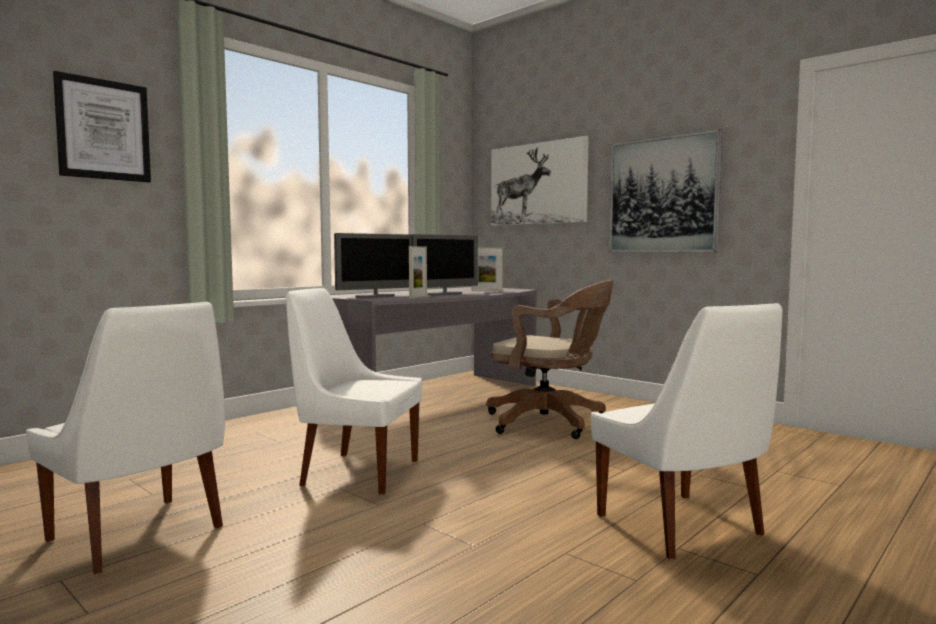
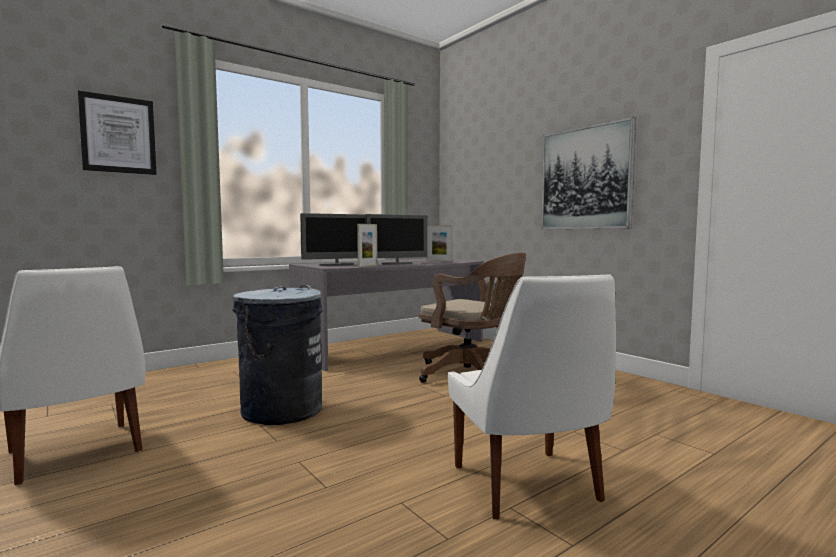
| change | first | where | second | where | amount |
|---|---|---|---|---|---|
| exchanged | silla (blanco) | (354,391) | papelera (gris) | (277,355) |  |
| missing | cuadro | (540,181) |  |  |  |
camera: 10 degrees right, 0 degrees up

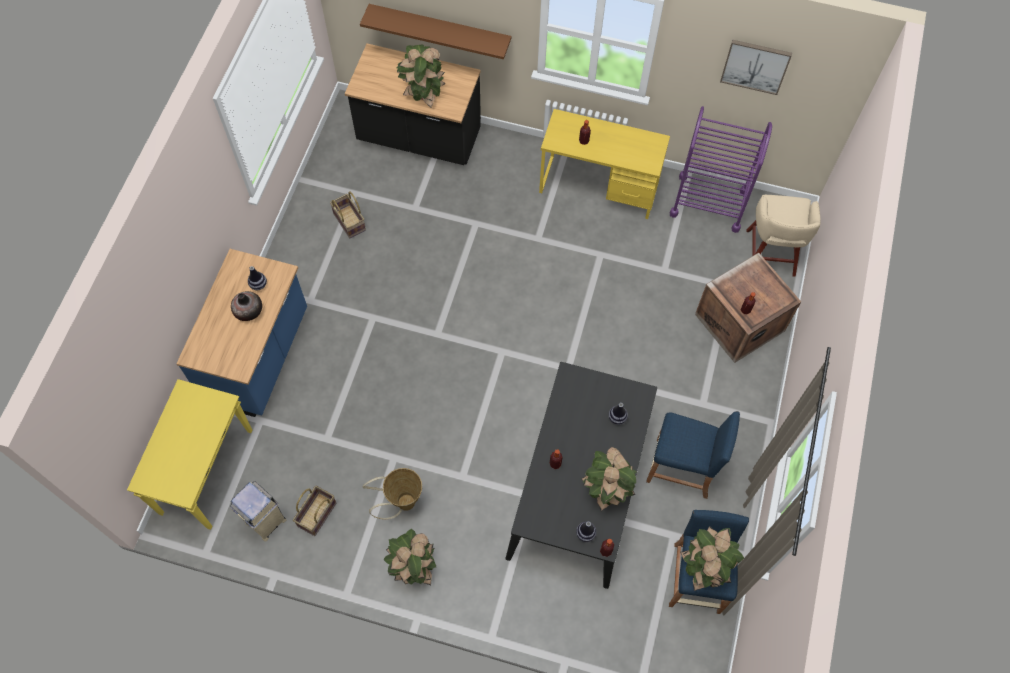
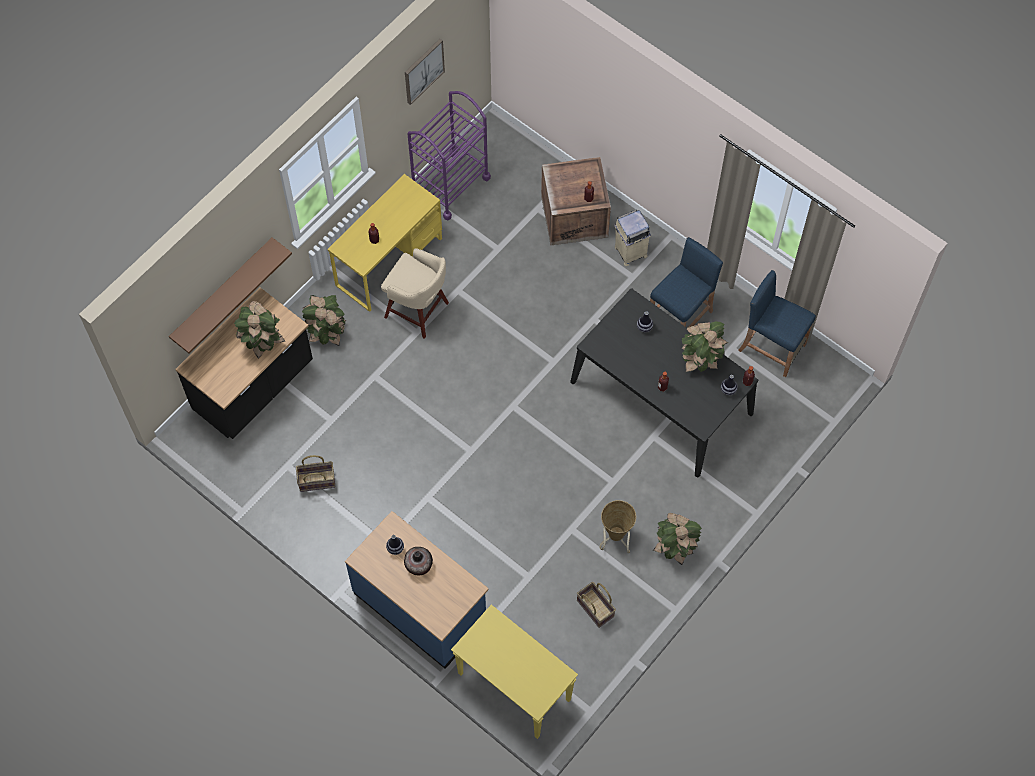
| change | first | where | second | where | amount |
|---|---|---|---|---|---|
| relocated | papelera (beis) | (258,511) |  | (632,238) |  |
| relocated | planta en maceta | (712,558) |  | (324,320) |  |
| relocated | taburete (beis) | (783,236) |  | (415,293) |  |
camera: 65 degrees left, 0 degrees up

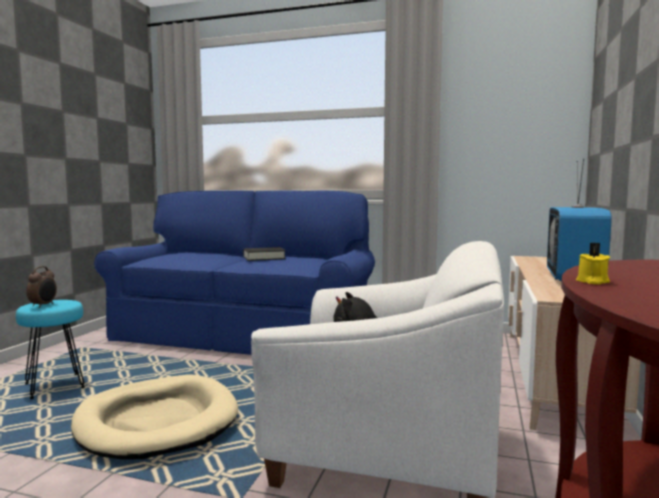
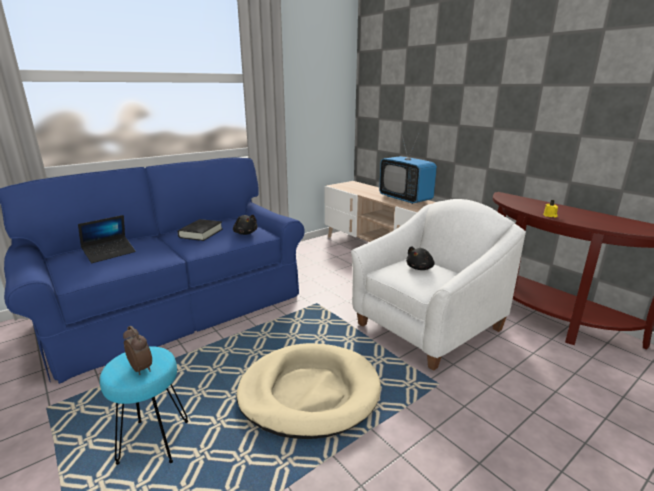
| change | first | where | second | where | amount |
|---|---|---|---|---|---|
| appeared |  |  | portátil | (107,239) |  |
| appeared |  |  | peluche (negro) | (245,225) |  |
camera: 55 degrees left, 15 degrees up

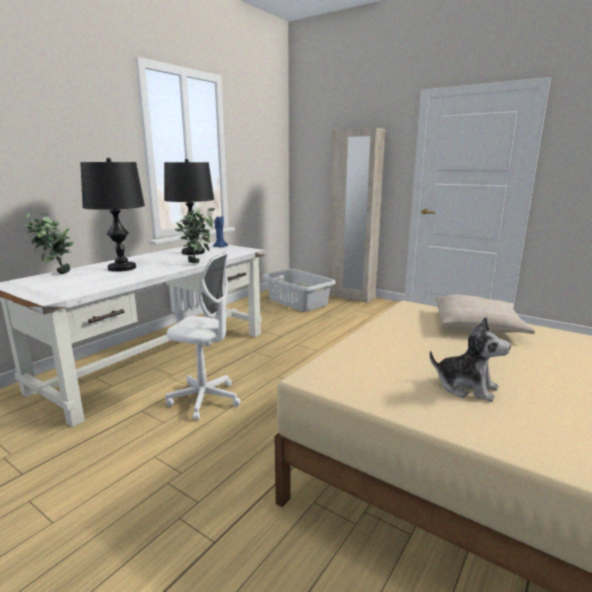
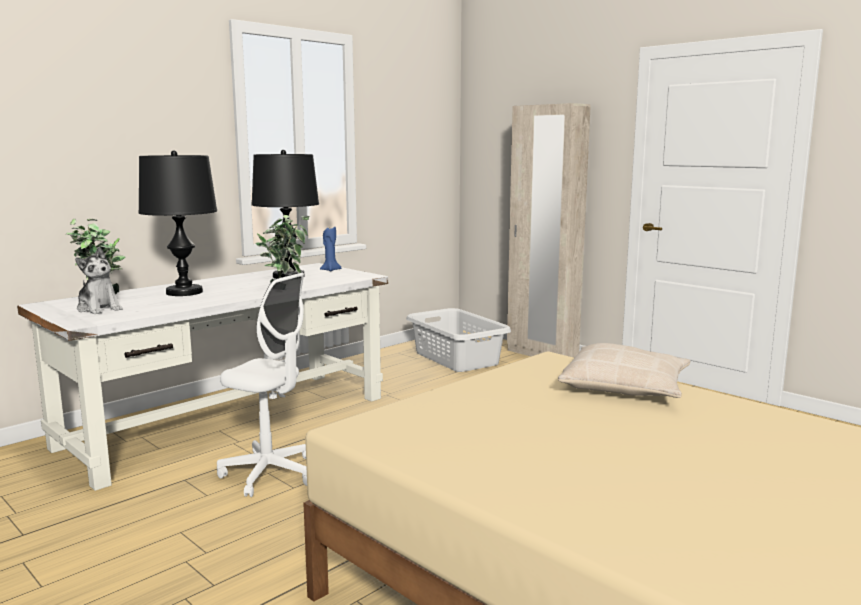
| change | first | where | second | where | amount |
|---|---|---|---|---|---|
| relocated | peluche | (470,359) |  | (99,280) |  |
camera: 10 degrees right, 5 degrees down

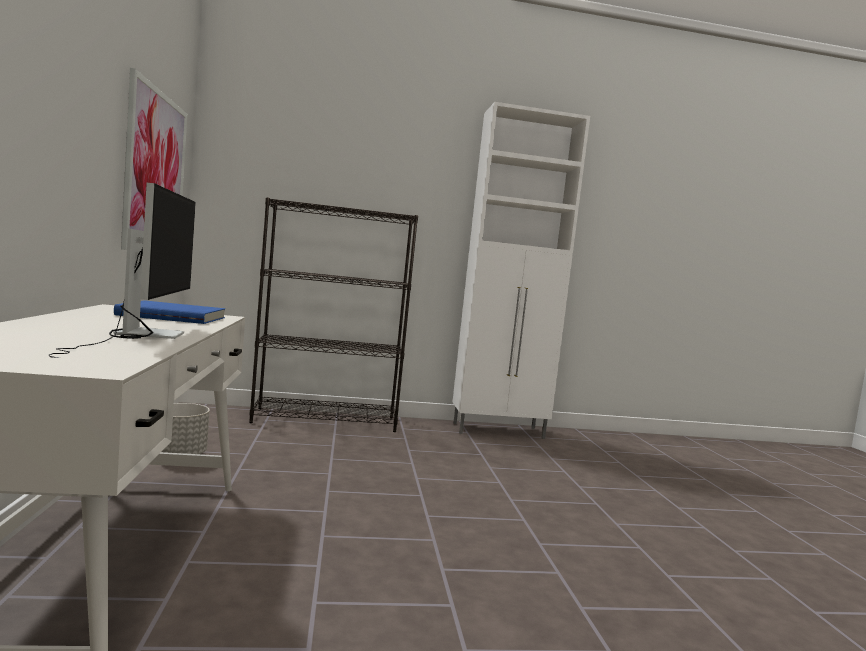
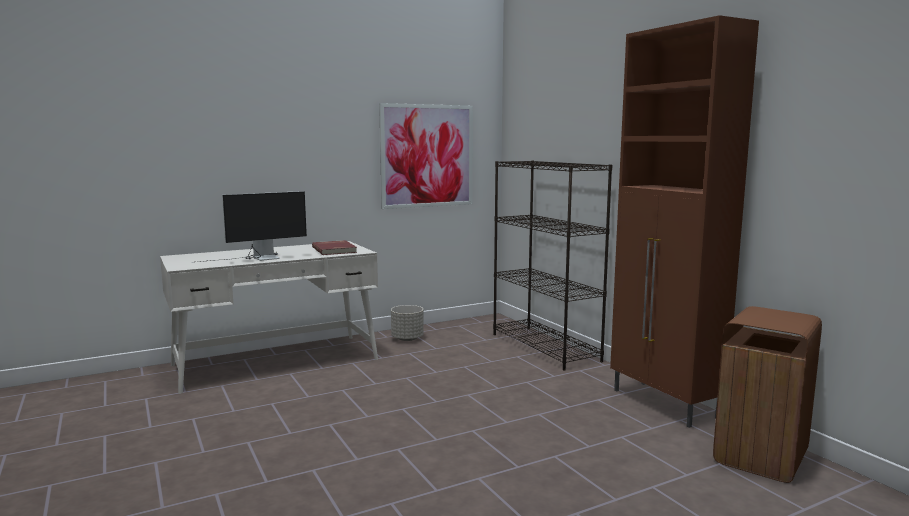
| change | first | where | second | where | amount |
|---|---|---|---|---|---|
| colour | libro (azul) | (169,312) | libro (rojo) | (334,247) |  |
| colour | armario (blanco) | (521,270) | armario (marrón) | (684,221) |  |
| appeared |  |  | papelera (marrón) | (767,394) |  |
camera: 70 degrees right, 5 degrees up

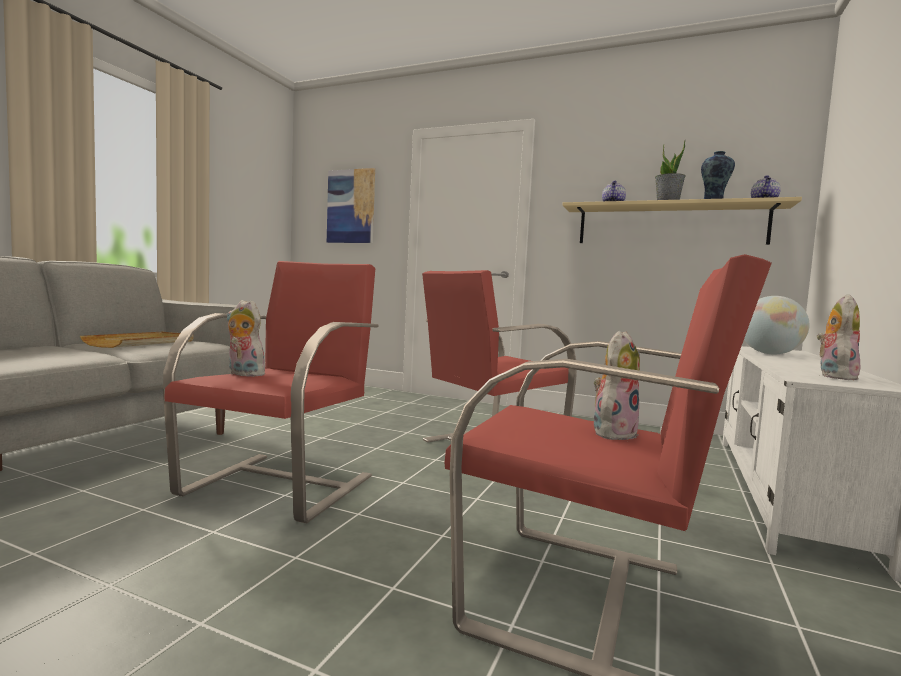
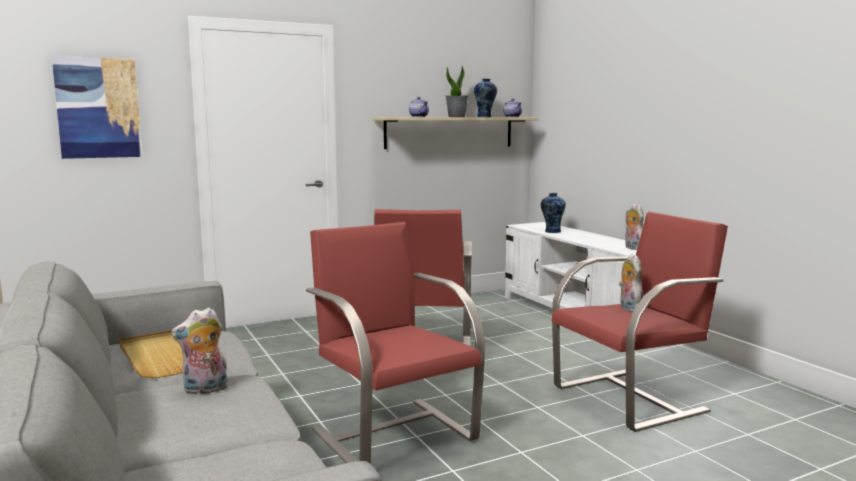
| change | first | where | second | where | amount |
|---|---|---|---|---|---|
| relocated | peluche | (246,338) |  | (199,351) |  |
| exchanged | globo terráqueo | (777,325) | florero | (553,213) |  |
camera: 50 degrees left, 5 degrees up

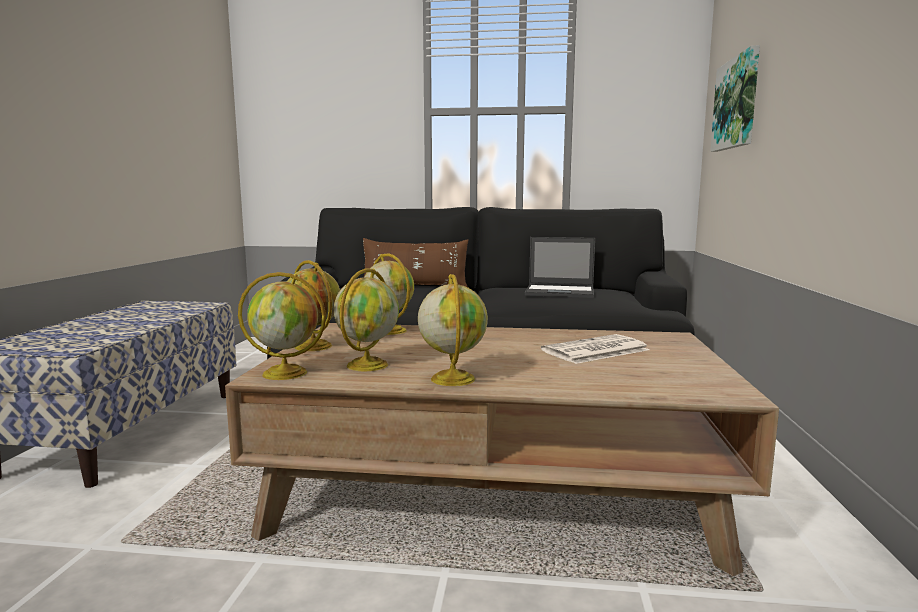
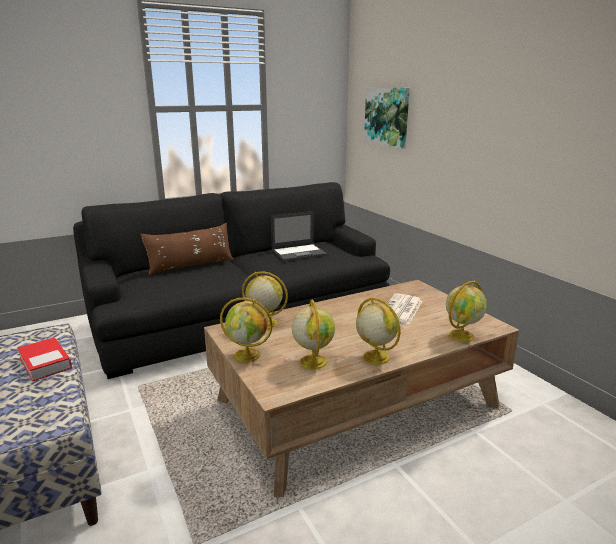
| change | first | where | second | where | amount |
|---|---|---|---|---|---|
| relocated | globo terráqueo | (282,326) |  | (466,311) |  |
| appeared |  |  | libro | (44,359) |  |
camera: 35 degrees left, 10 degrees up

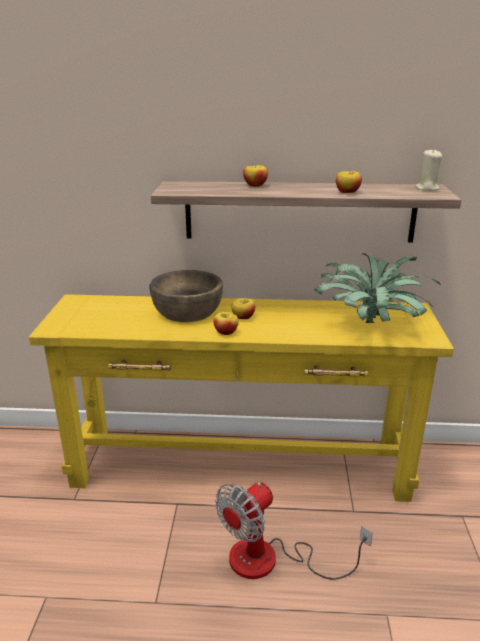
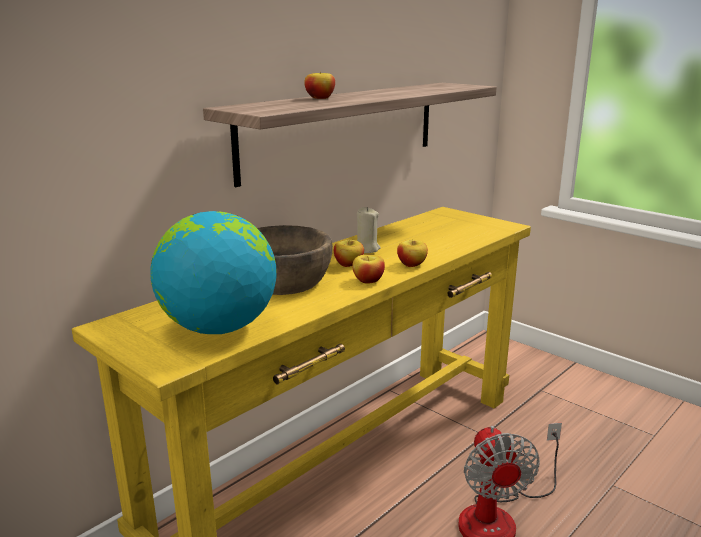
| change | first | where | second | where | amount |
|---|---|---|---|---|---|
| missing | planta en maceta | (377,288) |  |  |  |
| relocated | manzana | (349,182) |  | (412,253) |  |
| relocated | vela (beis) | (428,170) |  | (368,230) |  |
| appeared |  |  | globo terráqueo | (213,272) |  |
camera: 50 degrees left, 5 degrees down

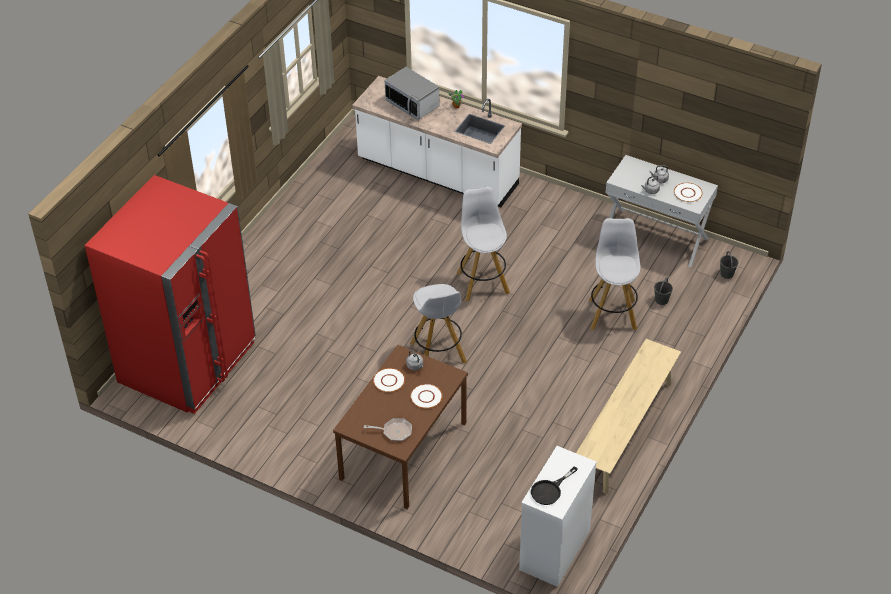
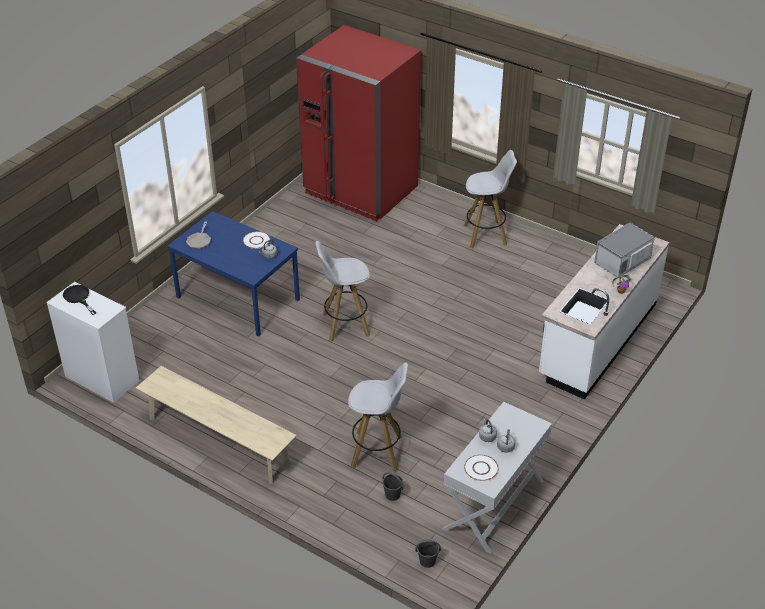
| change | first | where | second | where | amount |
|---|---|---|---|---|---|
| colour | mesa de comedor (marrón) | (400,427) | mesa de comedor (azul) | (233,274) |  |
| missing | plato (blanco) | (426,396) |  |  |  |
| relocated | taburete (blanco) | (483,244) |  | (490,199) |  |
camera: 95 degrees right, 5 degrees down

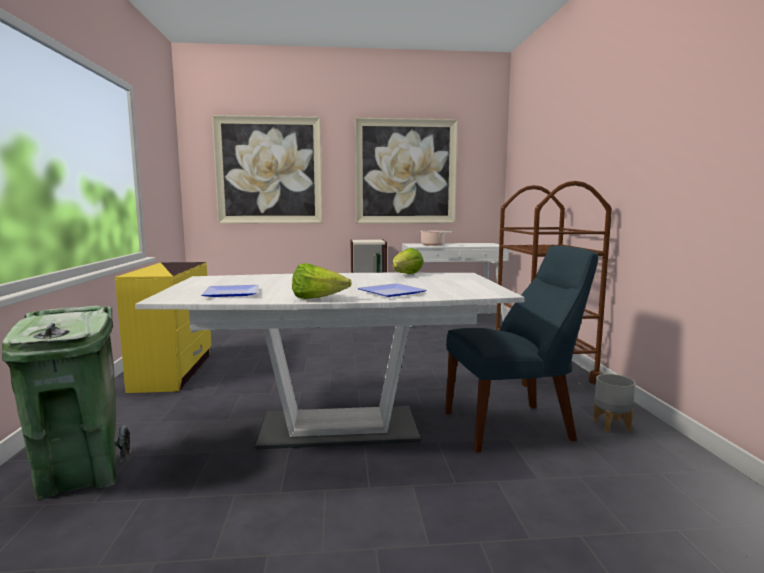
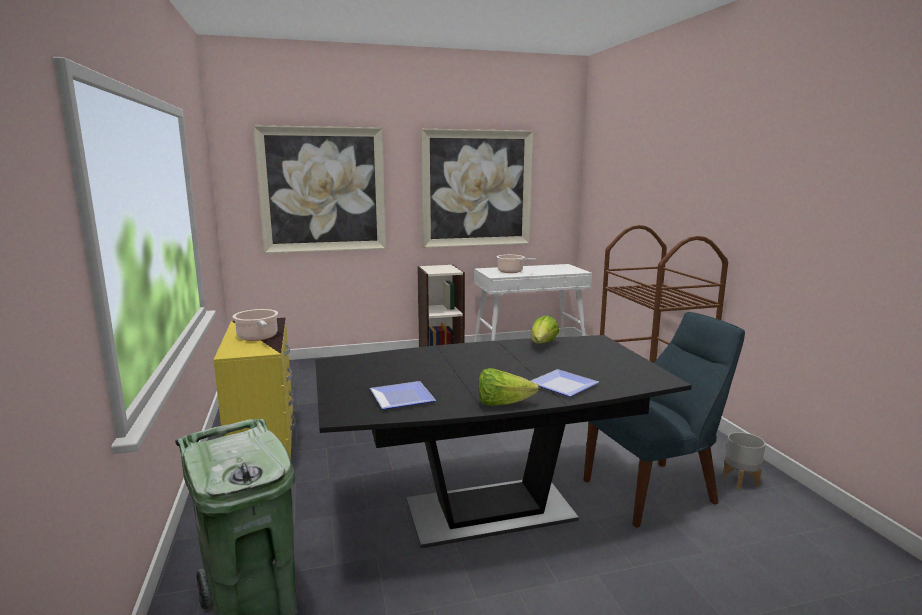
| change | first | where | second | where | amount |
|---|---|---|---|---|---|
| colour | mesa de comedor (blanco) | (330,361) | mesa de comedor (negro) | (503,441) |  |
| appeared |  |  | olla | (255,325) |  |
camera: 10 degrees left, 5 degrees up

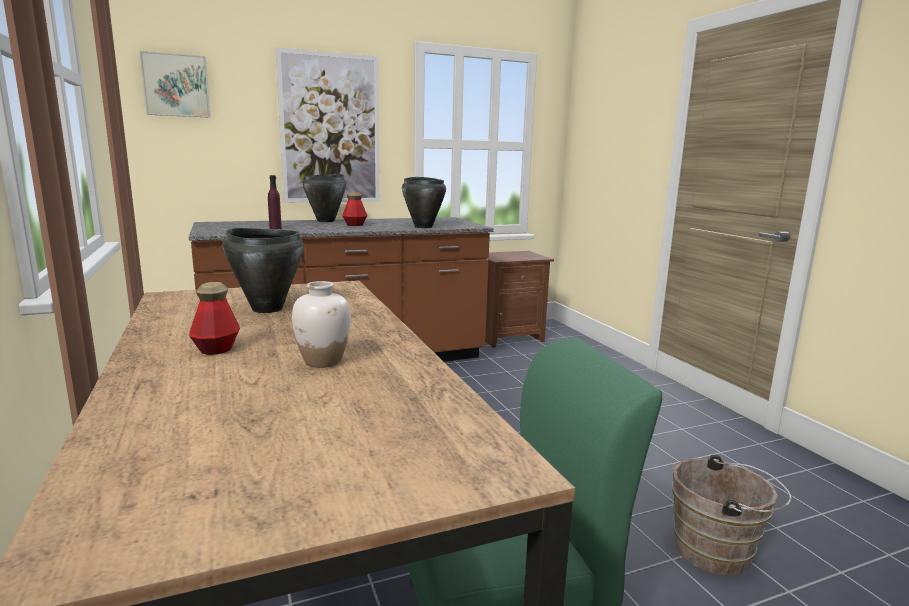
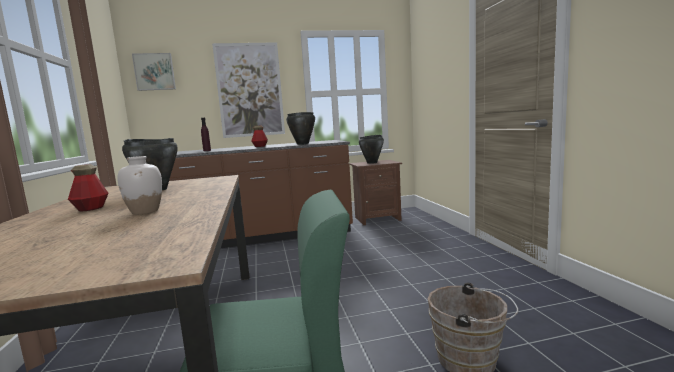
| change | first | where | second | where | amount |
|---|---|---|---|---|---|
| relocated | olla (negro) | (324,198) |  | (371,149) |  |
camera: 10 degrees right, 5 degrees down

